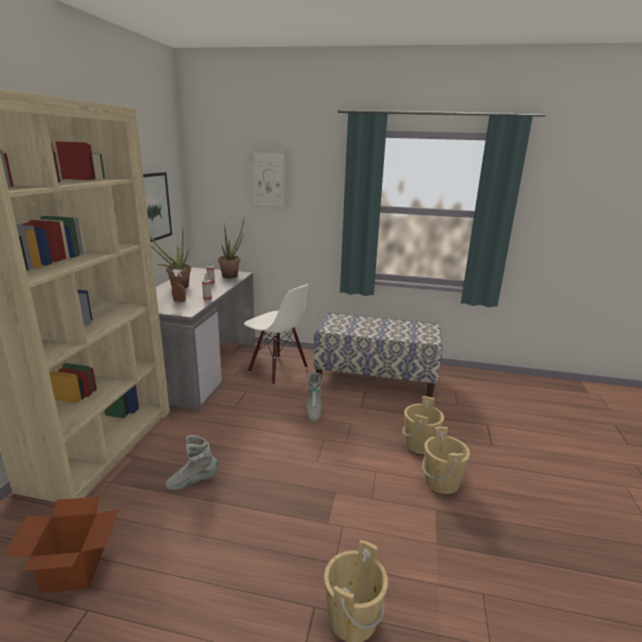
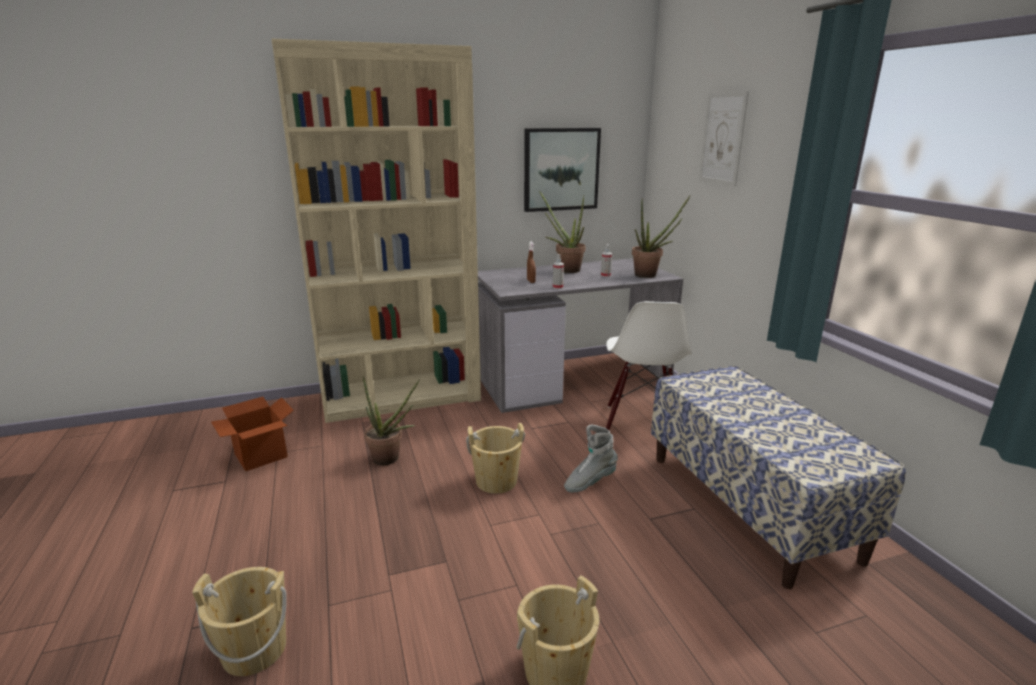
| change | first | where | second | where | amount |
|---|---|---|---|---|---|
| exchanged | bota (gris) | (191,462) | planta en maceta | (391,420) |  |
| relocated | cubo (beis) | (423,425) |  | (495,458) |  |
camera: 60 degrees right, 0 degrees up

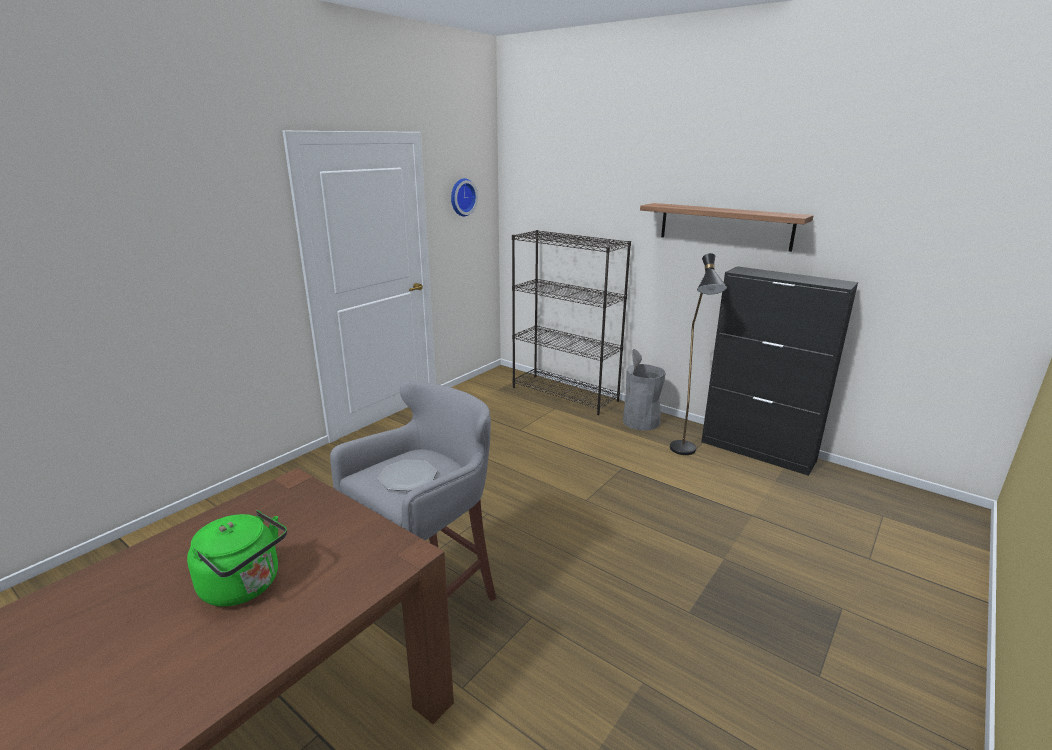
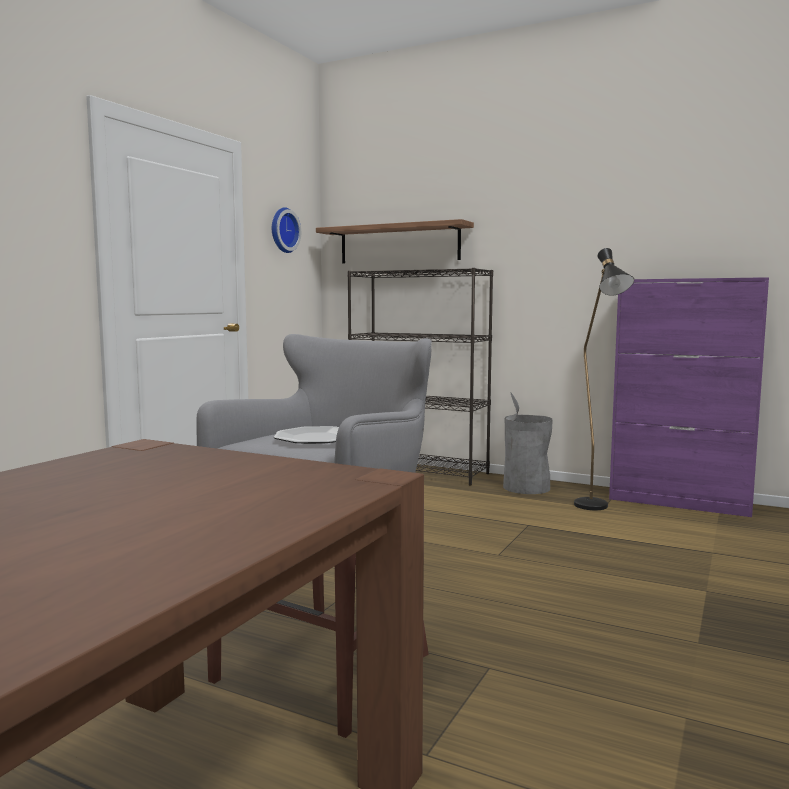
| change | first | where | second | where | amount |
|---|---|---|---|---|---|
| missing | hervidor (verde) | (237,558) |  |  |  |
| relocated | estante | (727,227) |  | (395,241) |  |
| colour | armario (negro) | (779,371) | armario (morado) | (689,397) |  |
camera: 10 degrees left, 15 degrees down

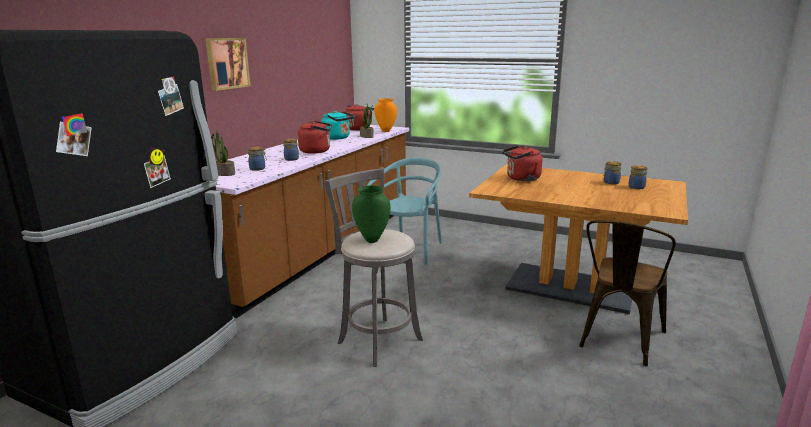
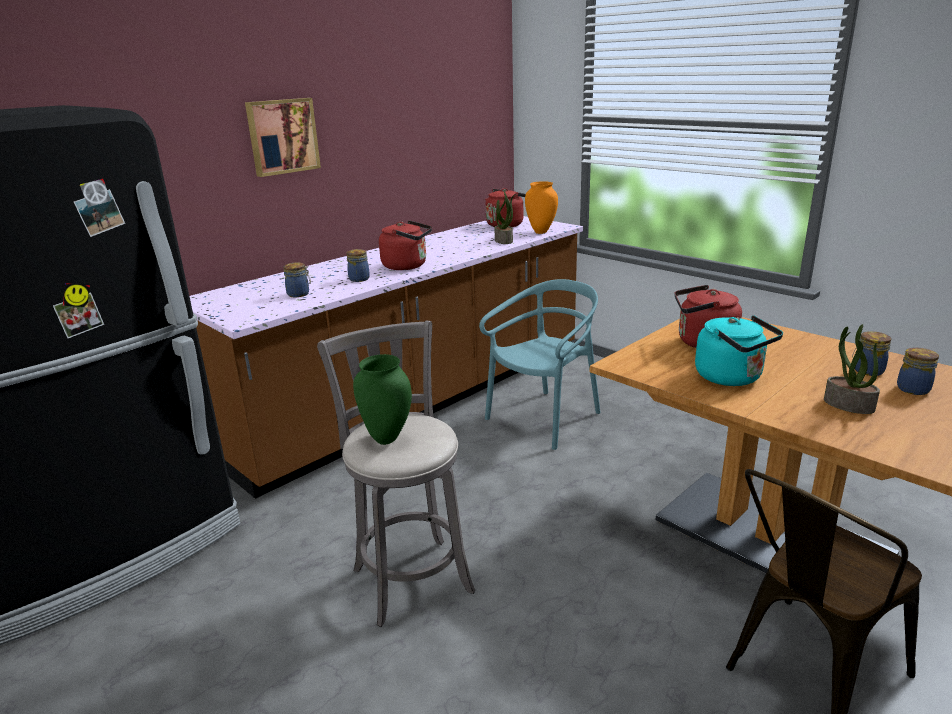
| change | first | where | second | where | amount |
|---|---|---|---|---|---|
| relocated | planta en maceta | (223,152) |  | (852,369) |  |
| relocated | hervidor (turquesa) | (338,125) |  | (739,350) |  |
camera: 20 degrees right, 5 degrees up

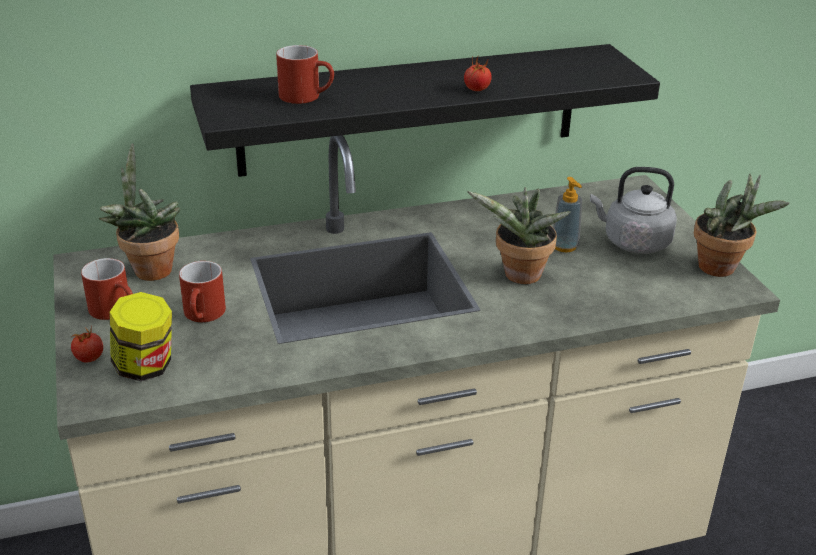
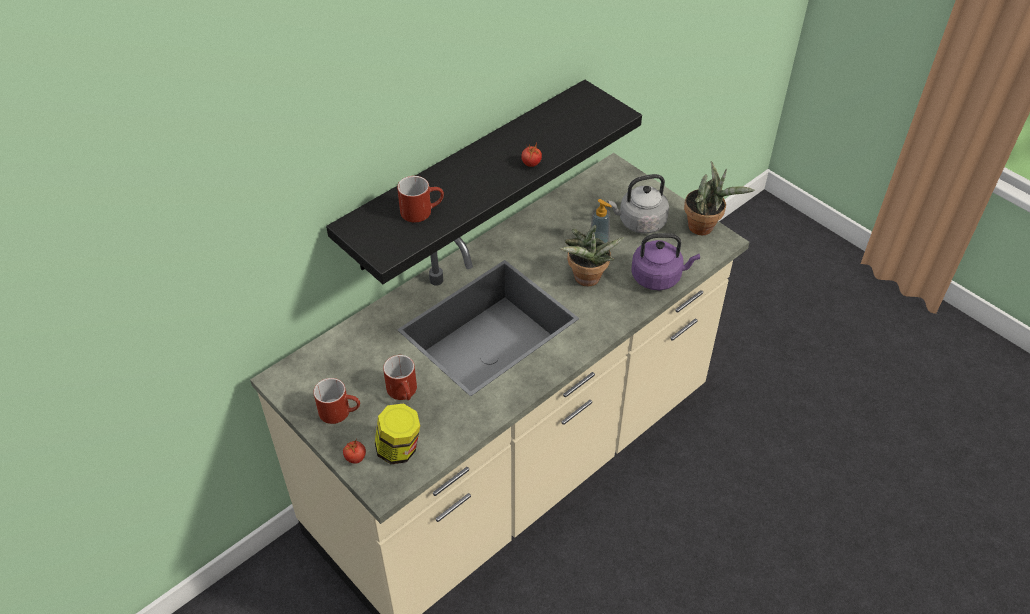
| change | first | where | second | where | amount |
|---|---|---|---|---|---|
| missing | planta en maceta | (139,212) |  |  |  |
| appeared |  |  | hervidor (morado) | (665,261) |  |
camera: 25 degrees left, 15 degrees up

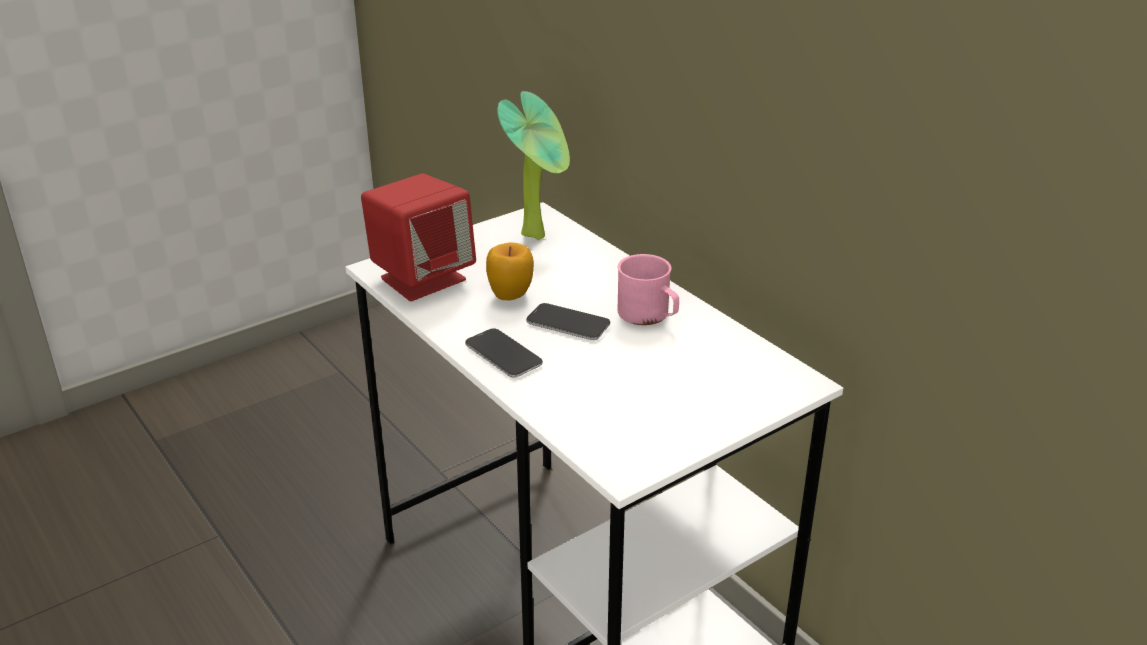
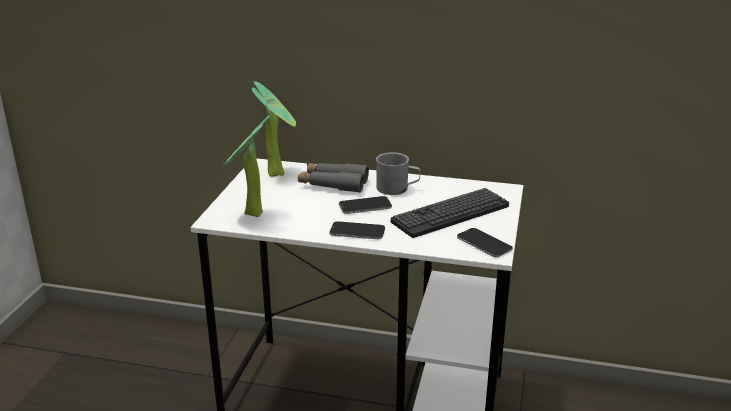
| change | first | where | second | where | amount |
|---|---|---|---|---|---|
| exchanged | altavoz (rojo) | (418,237) | planta en maceta | (246,166) |  |
| missing | manzana | (510,271) |  |  |  |
| colour | taza grande (rosa) | (648,289) | taza grande (gris) | (398,173) |  |
| appeared |  |  | prismáticos (gris) | (333,178) |  |
| appeared |  |  | teclado | (450,213) |  |
| appeared |  |  | móvil | (485,242) |  |
camera: 40 degrees left, 5 degrees down

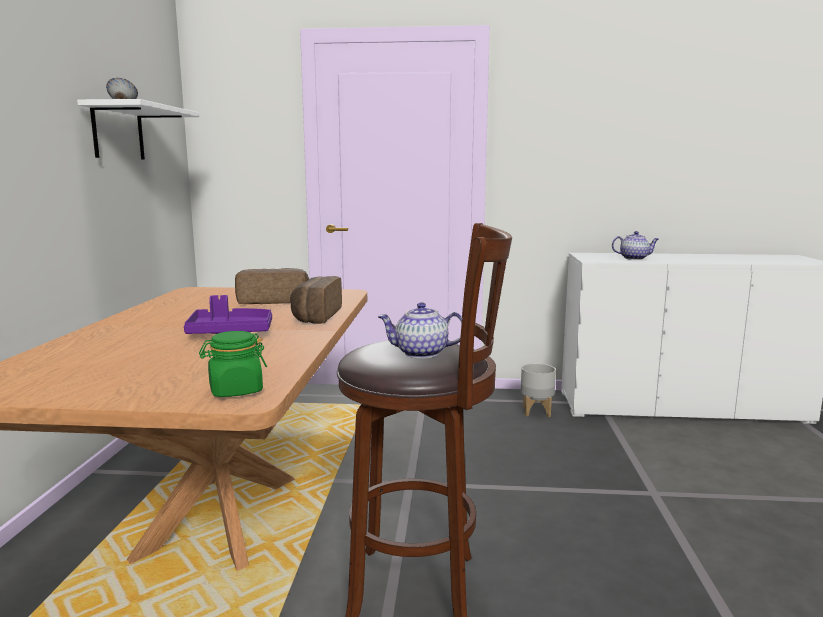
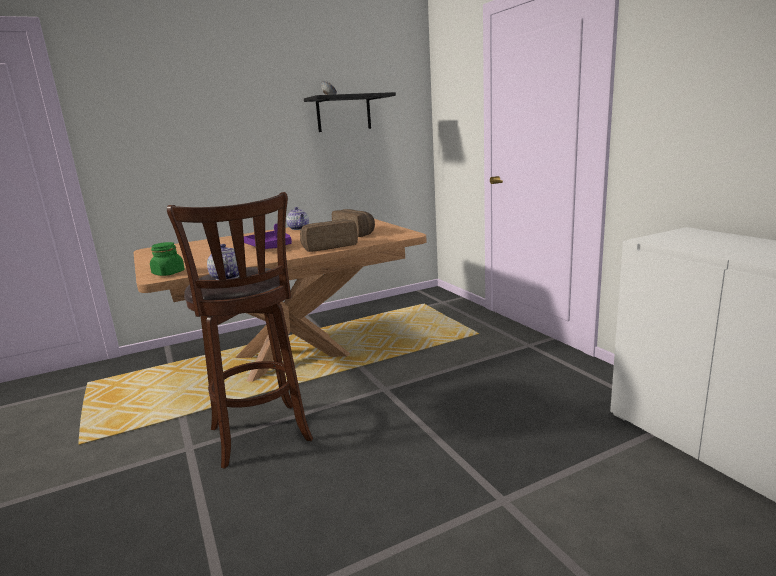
| change | first | where | second | where | amount |
|---|---|---|---|---|---|
| colour | estante (blanco) | (138,129) | estante (negro) | (350,112) |  |
| missing | maceta (gris) | (538,390) |  |  |  |
| relocated | tetera | (635,245) |  | (297,218) |  |
camera: 60 degrees right, 5 degrees up

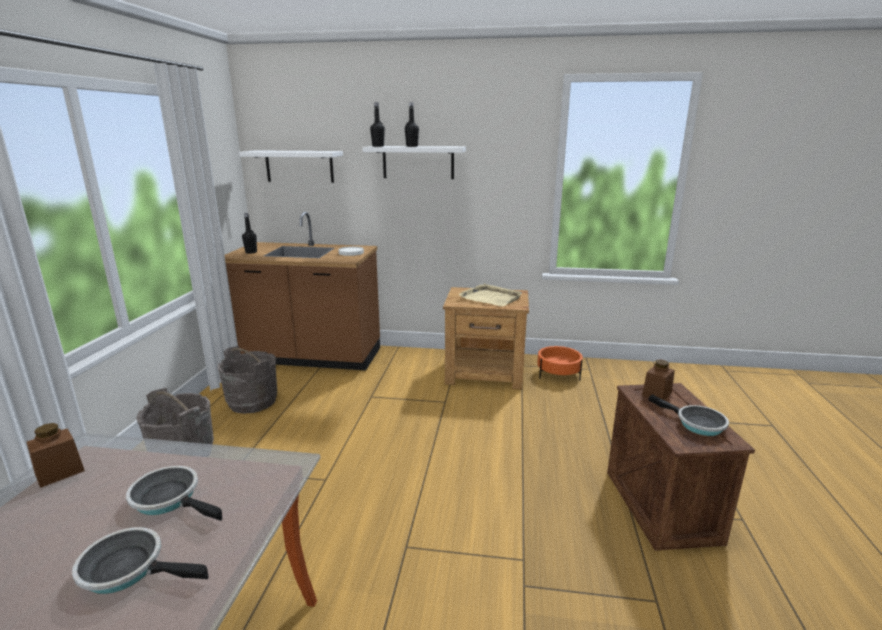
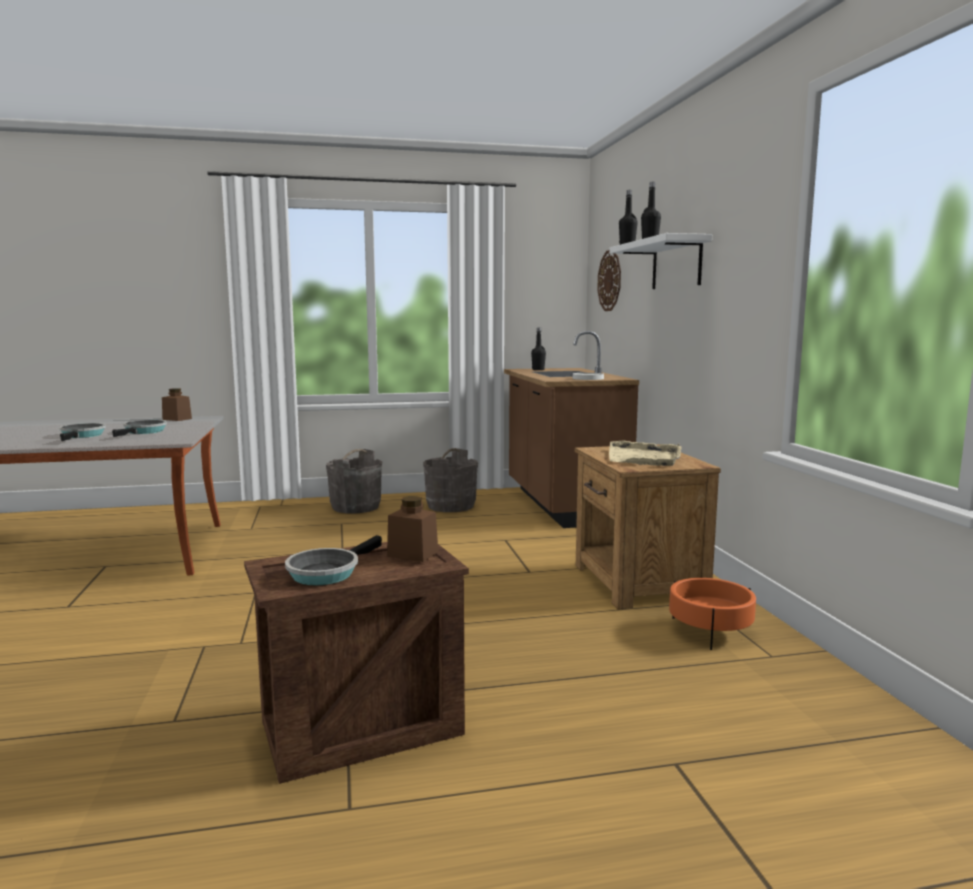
| change | first | where | second | where | amount |
|---|---|---|---|---|---|
| exchanged | estante (blanco) | (291,166) | reloj de pared | (609,280) |  |
camera: 70 degrees right, 10 degrees down

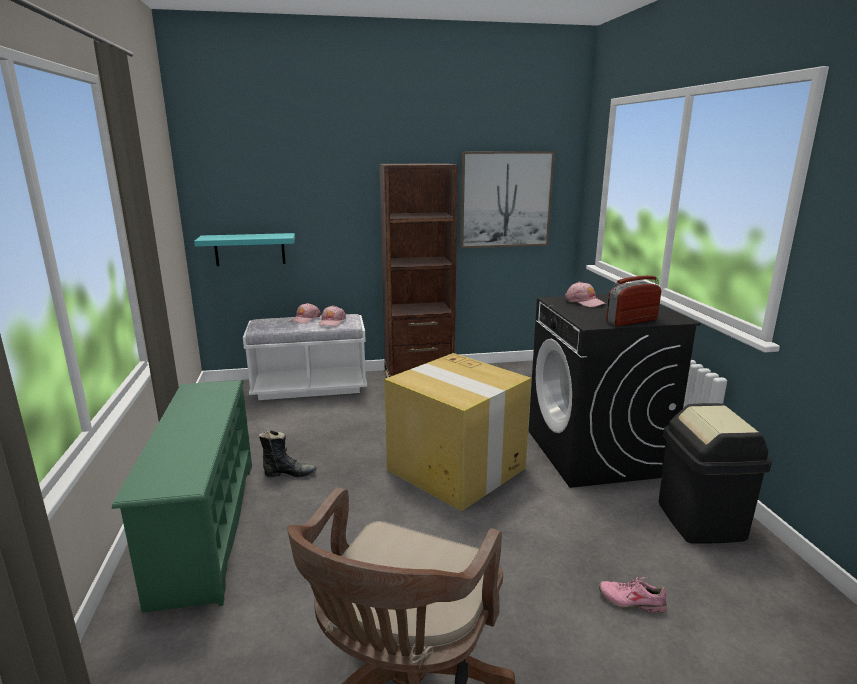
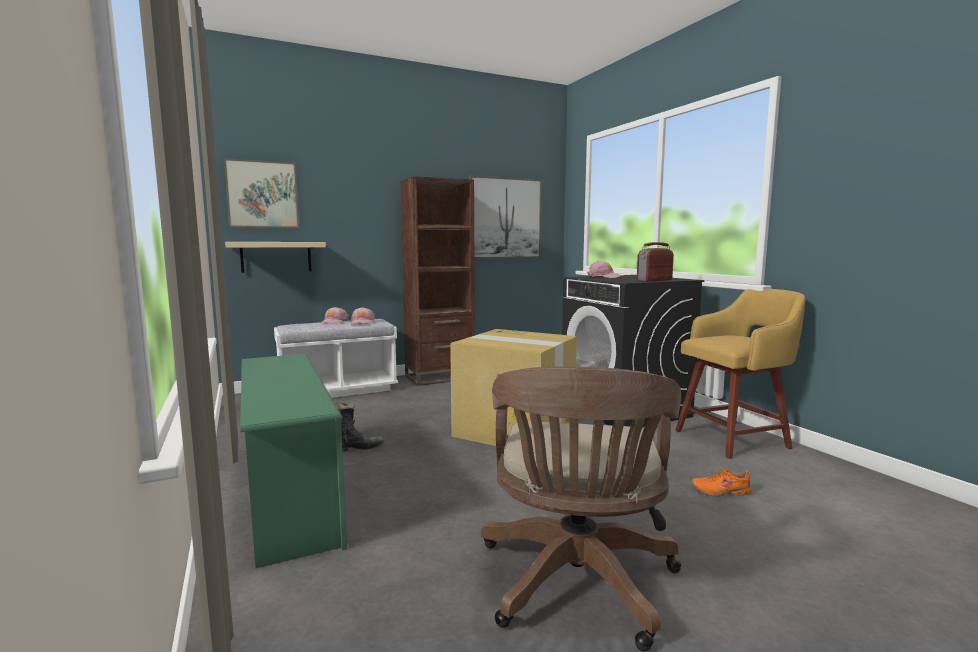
| change | first | where | second | where | amount |
|---|---|---|---|---|---|
| colour | estante (turquesa) | (244,249) | estante (beis) | (275,257) |  |
| colour | zapato (rosa) | (633,595) | zapato (naranja) | (721,482) |  |
| exchanged | papelera (negro) | (715,473) | taburete (amarillo) | (740,374) |  |
| appeared |  |  | cuadro | (261,193) |  |
camera: 15 degrees left, 10 degrees down

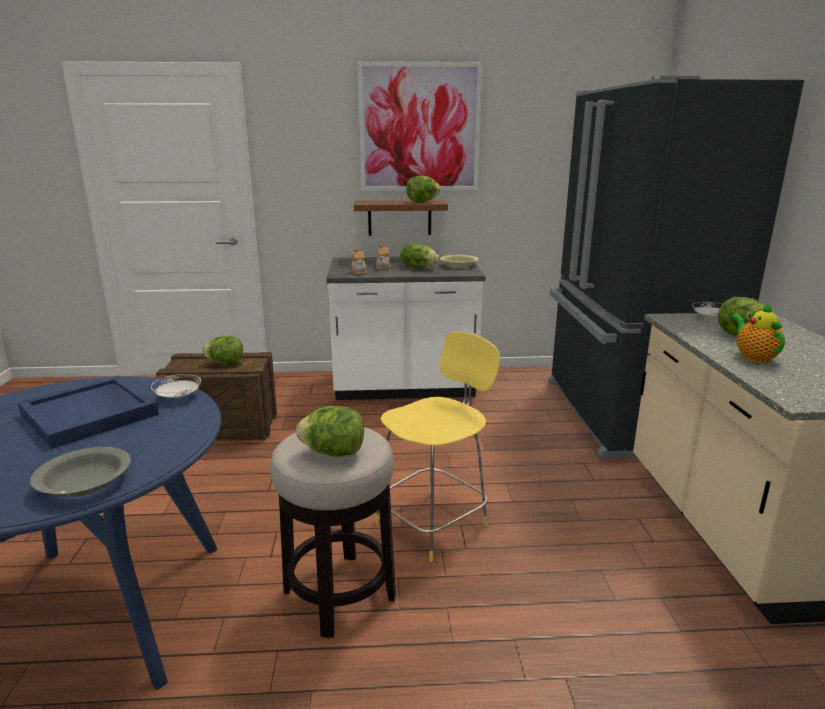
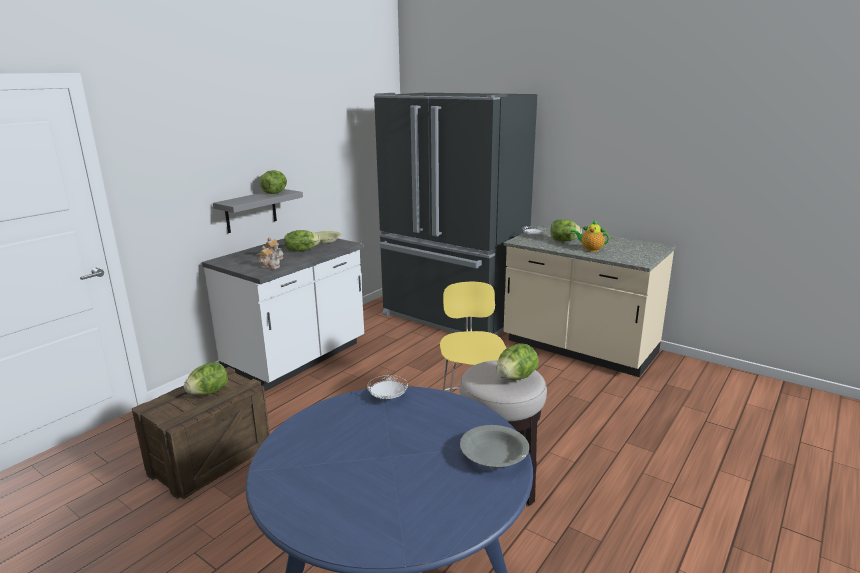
| change | first | where | second | where | amount |
|---|---|---|---|---|---|
| missing | bandeja (azul) | (88,412) |  |  |  |
| colour | estante (marrón) | (401,218) | estante (gris) | (258,211) |  |
| missing | cuadro | (420,126) |  |  |  |
camera: 50 degrees left, 0 degrees up

